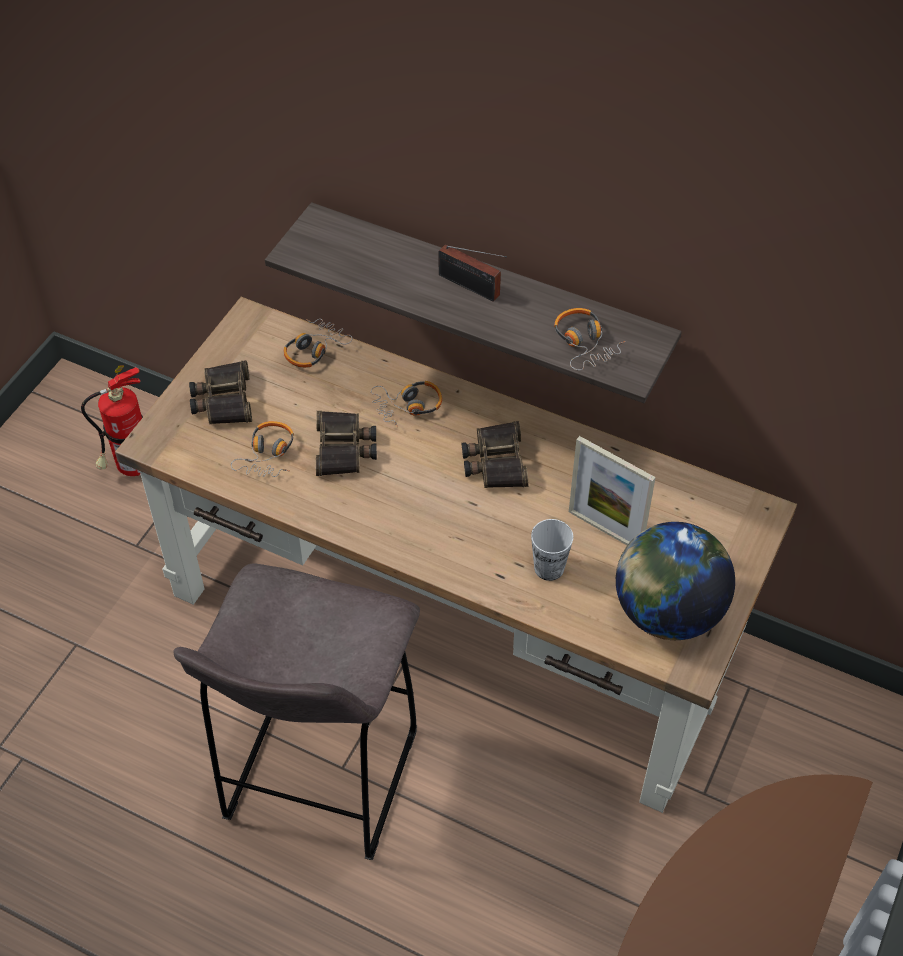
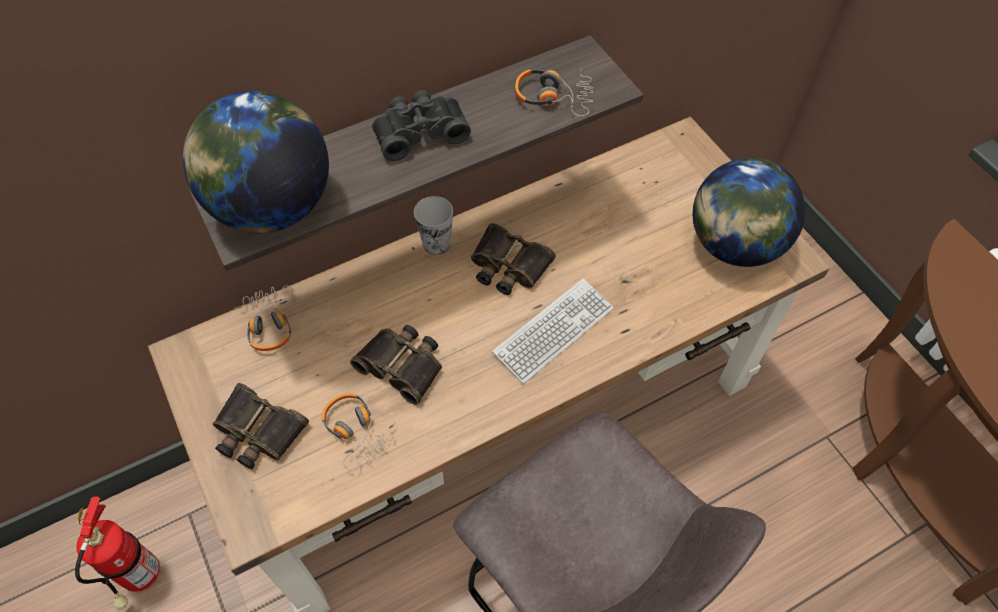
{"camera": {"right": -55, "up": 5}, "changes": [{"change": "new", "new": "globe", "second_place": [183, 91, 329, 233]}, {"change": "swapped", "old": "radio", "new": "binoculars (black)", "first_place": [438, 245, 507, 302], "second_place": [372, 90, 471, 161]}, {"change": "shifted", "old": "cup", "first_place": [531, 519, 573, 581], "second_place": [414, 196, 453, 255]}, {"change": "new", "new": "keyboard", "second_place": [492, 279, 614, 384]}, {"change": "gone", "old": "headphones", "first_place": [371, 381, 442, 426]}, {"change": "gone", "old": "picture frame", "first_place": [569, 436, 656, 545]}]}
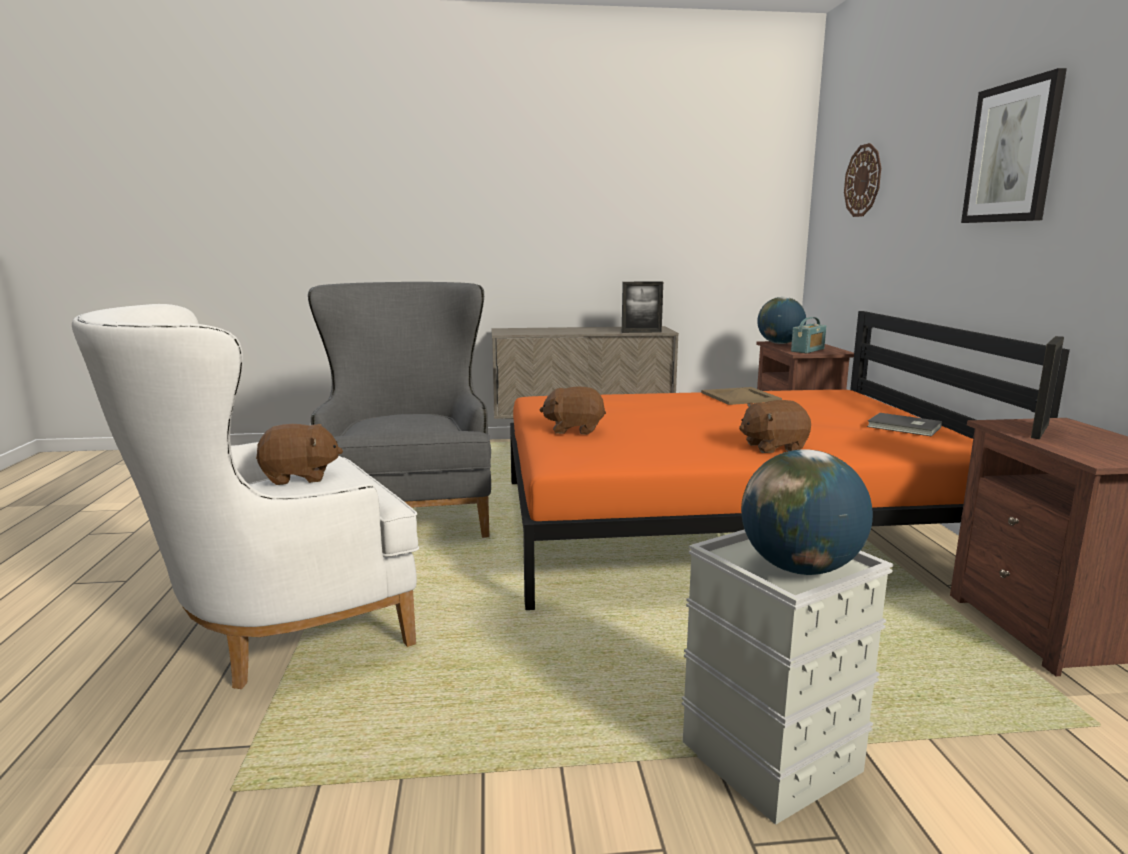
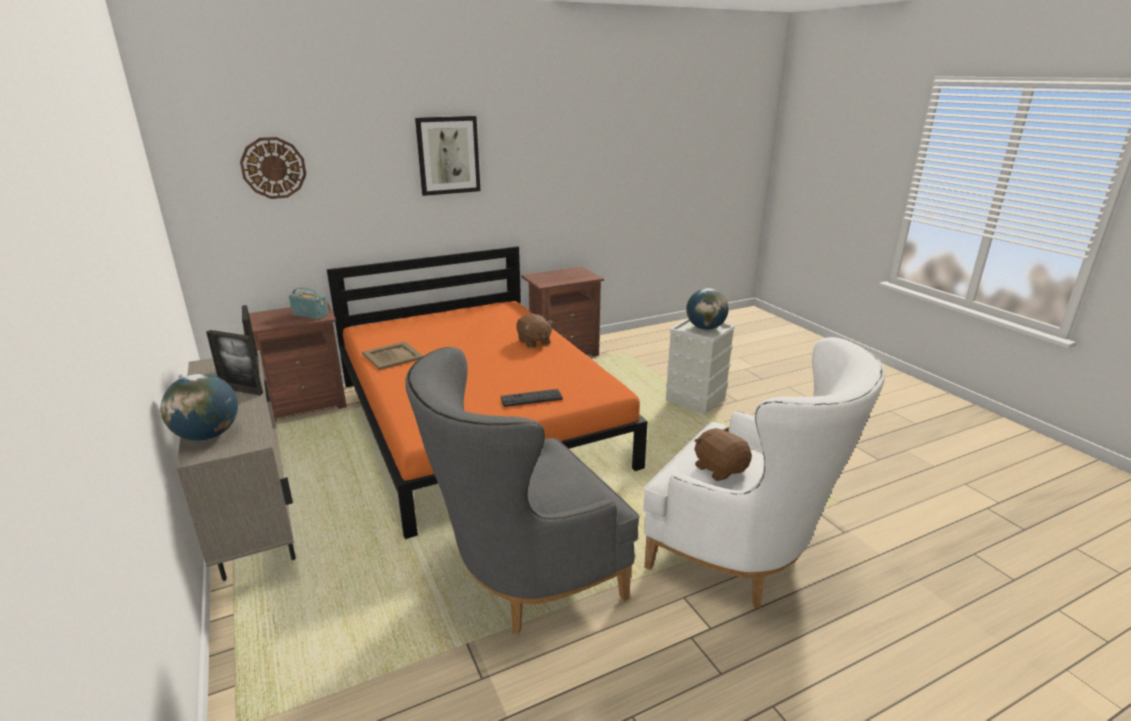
{"camera": {"right": -110, "up": 10}, "changes": [{"change": "shifted", "old": "globe", "first_place": [757, 297, 806, 344], "second_place": [161, 373, 238, 441]}, {"change": "shifted", "old": "picture frame", "first_place": [1031, 336, 1064, 439], "second_place": [206, 330, 263, 396]}, {"change": "swapped", "old": "plush toy (brown)", "new": "keyboard", "first_place": [540, 387, 606, 435], "second_place": [501, 389, 563, 407]}, {"change": "gone", "old": "book (grey)", "first_place": [867, 413, 942, 437]}]}
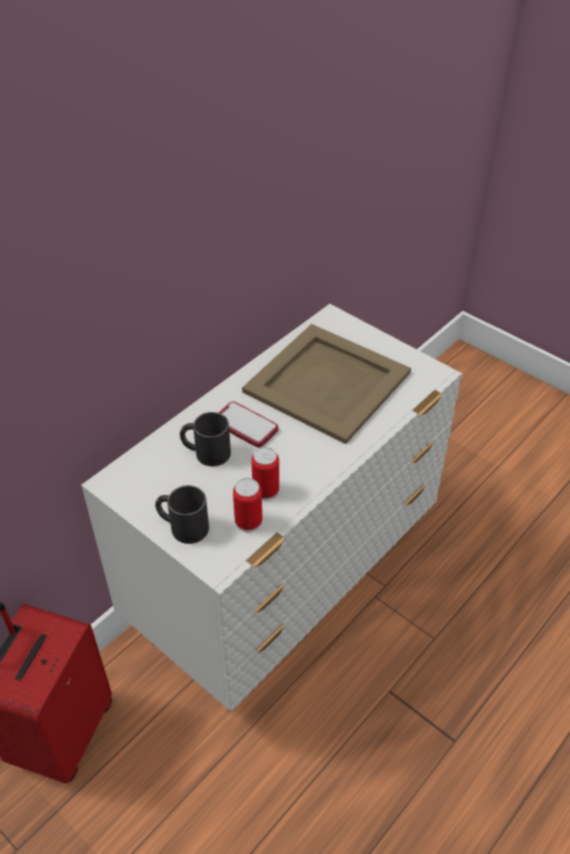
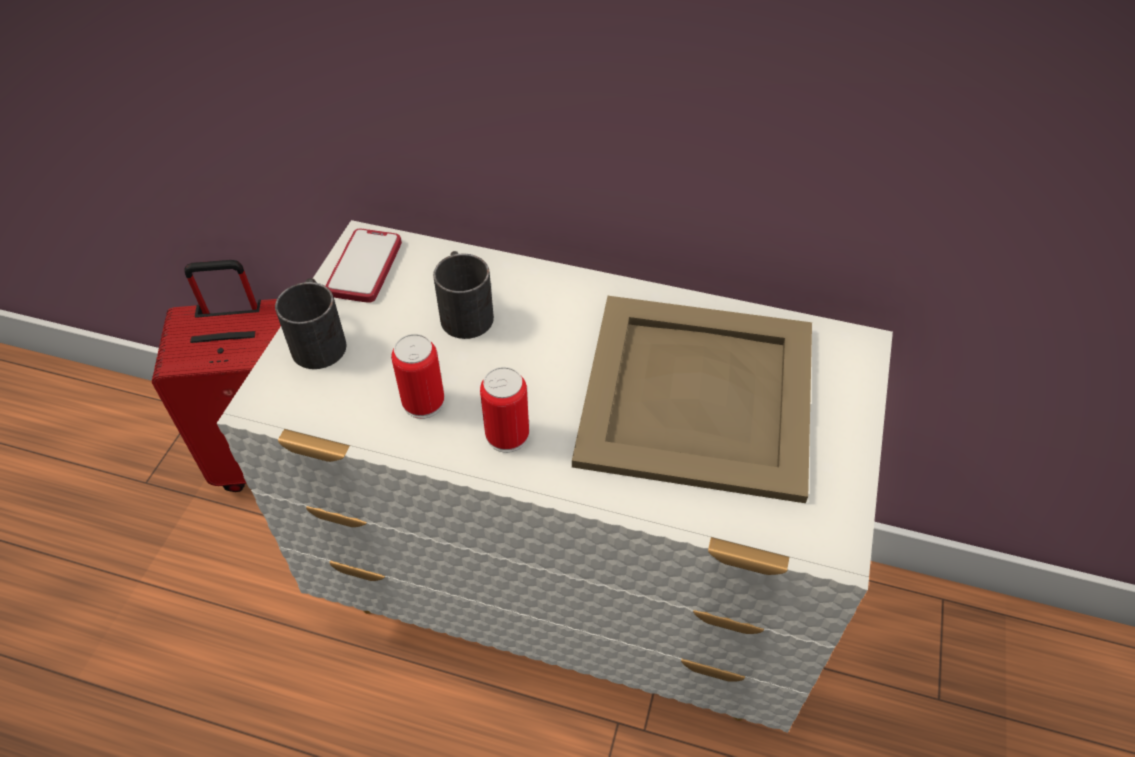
{"camera": {"right": 65, "up": 5}, "changes": [{"change": "shifted", "old": "phone", "first_place": [219, 401, 278, 448], "second_place": [326, 229, 402, 303]}, {"change": "shifted", "old": "can", "first_place": [233, 478, 262, 532], "second_place": [480, 367, 529, 453]}]}
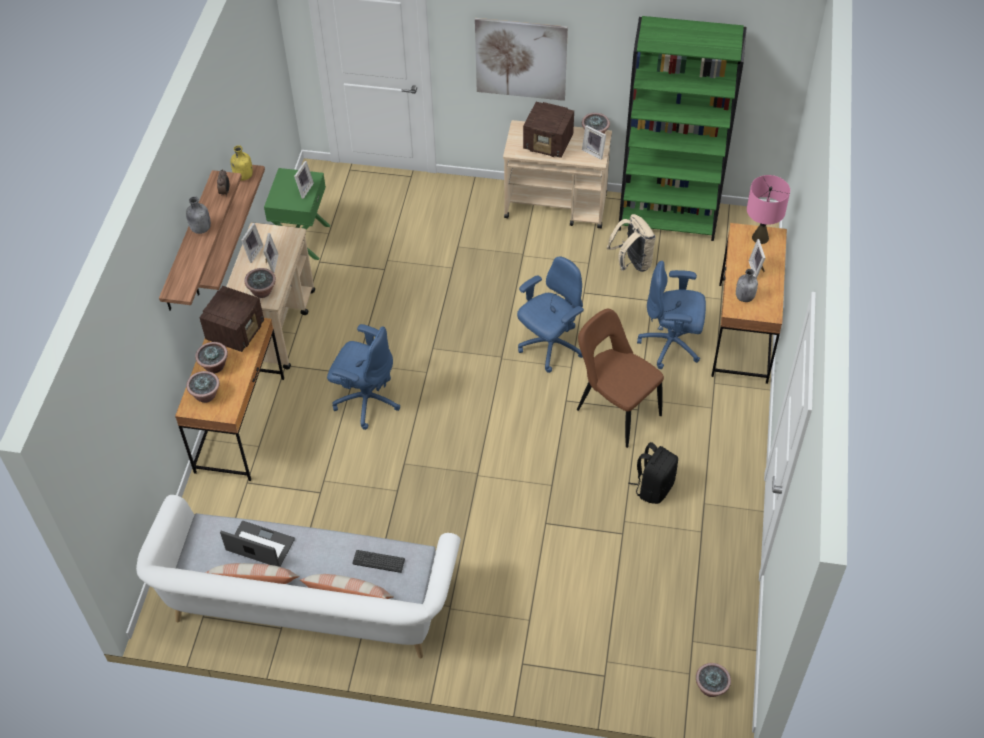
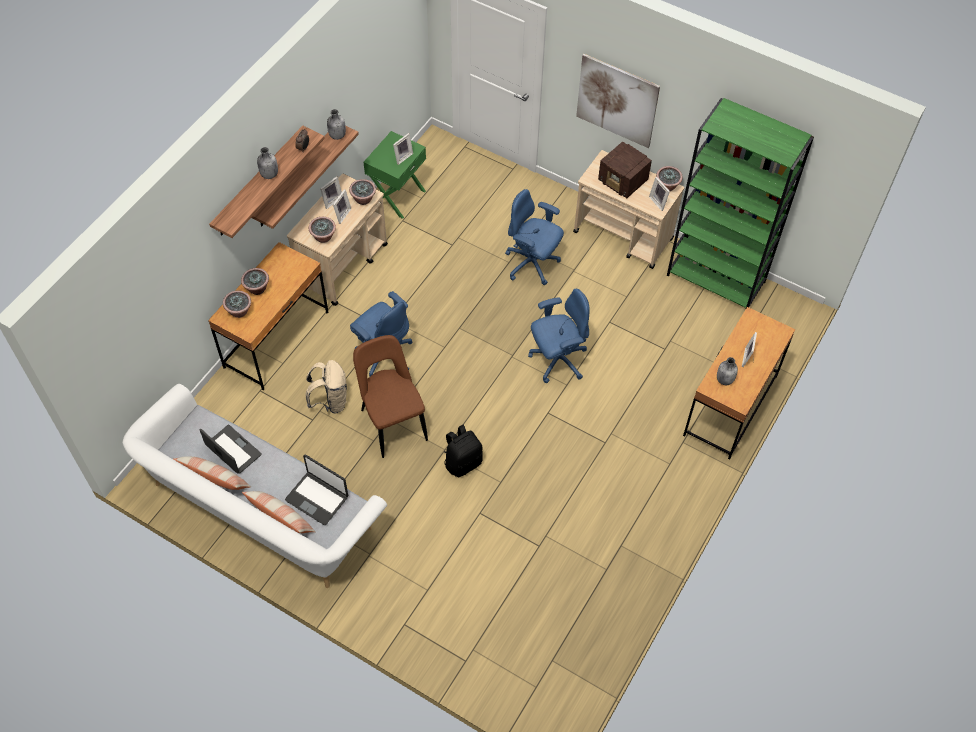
{"camera": {"right": 20, "up": 5}, "changes": [{"change": "swapped", "old": "keyboard", "new": "laptop", "first_place": [353, 550, 405, 573], "second_place": [285, 454, 348, 525]}, {"change": "shifted", "old": "backpack (beige)", "first_place": [607, 214, 656, 272], "second_place": [306, 360, 347, 414]}, {"change": "repainted", "old": "bottle (yellow)", "new": "bottle (grey)", "first_place": [230, 145, 253, 181], "second_place": [327, 109, 346, 140]}, {"change": "shifted", "old": "potted plant", "first_place": [696, 663, 731, 697], "second_place": [349, 179, 376, 205]}, {"change": "shifted", "old": "chair (brown)", "first_place": [577, 309, 664, 448], "second_place": [353, 335, 428, 458]}, {"change": "shifted", "old": "backpack (black)", "first_place": [628, 442, 678, 504], "second_place": [444, 425, 483, 477]}, {"change": "shifted", "old": "office chair (blue)", "first_place": [637, 261, 706, 369], "second_place": [505, 189, 564, 285]}, {"change": "gone", "old": "radio", "first_place": [199, 286, 264, 352]}, {"change": "gone", "old": "table lamp (pink)", "first_place": [747, 175, 790, 244]}]}
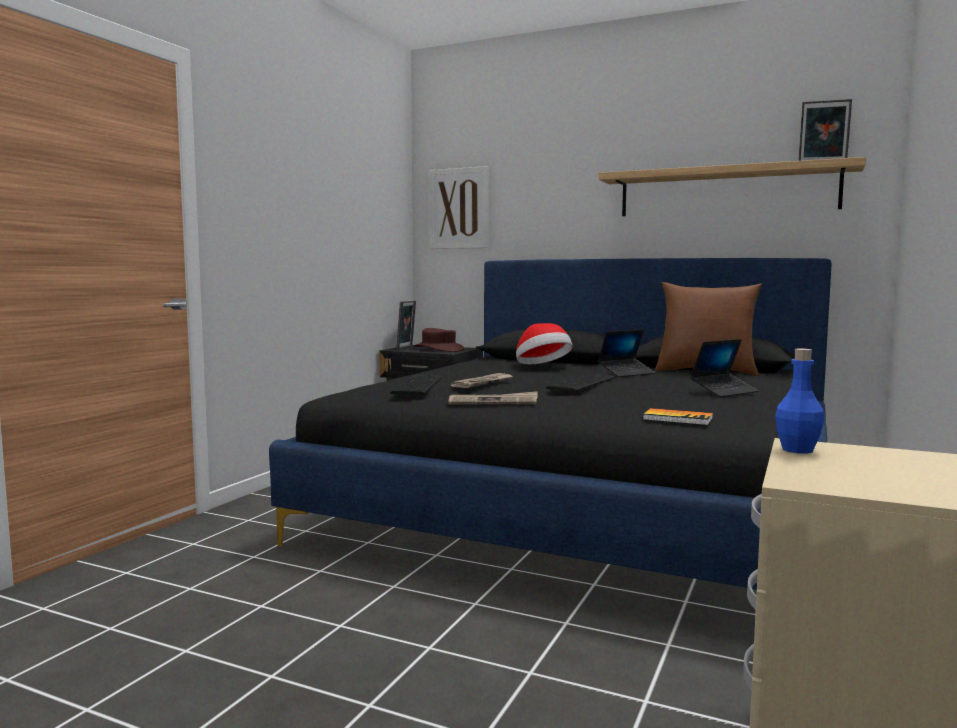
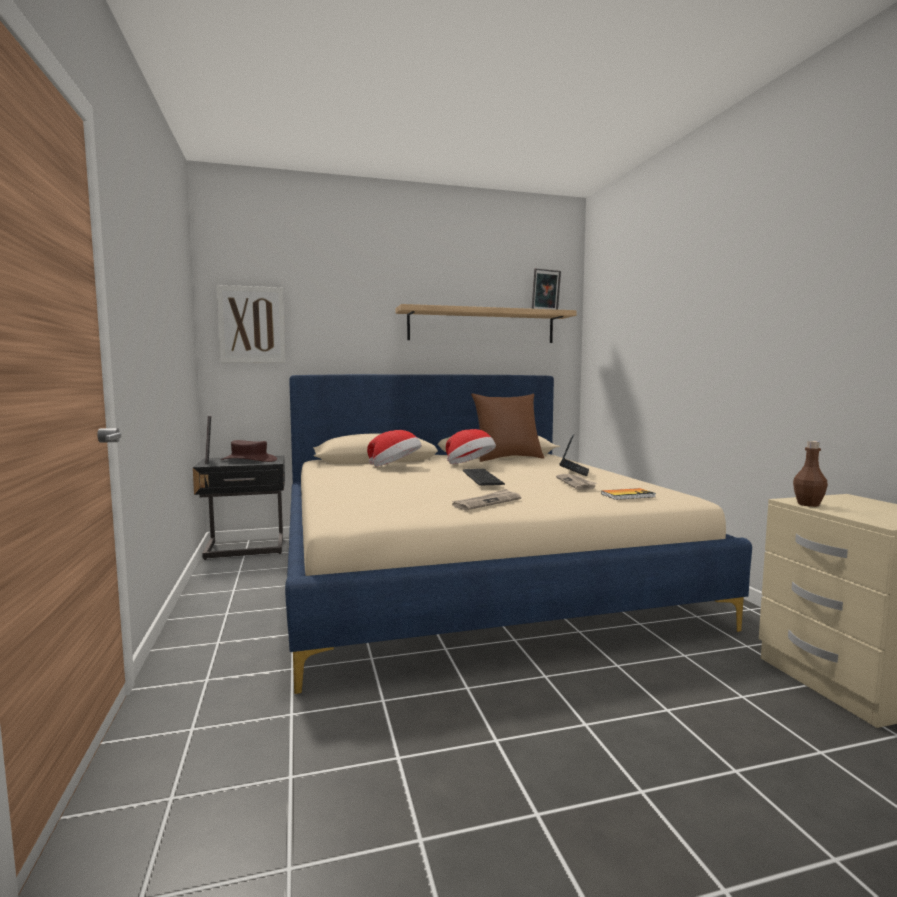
{"camera": {"right": -40, "up": 0}, "changes": [{"change": "repainted", "old": "bed (black)", "new": "bed (beige)", "first_place": [269, 258, 832, 589], "second_place": [285, 374, 752, 694]}, {"change": "swapped", "old": "laptop", "new": "hat", "first_place": [598, 330, 656, 377], "second_place": [446, 429, 496, 464]}, {"change": "shifted", "old": "newspaper", "first_place": [451, 373, 514, 388], "second_place": [556, 474, 597, 490]}, {"change": "repainted", "old": "bottle (blue)", "new": "bottle (brown)", "first_place": [775, 349, 824, 454], "second_place": [793, 441, 828, 507]}, {"change": "gone", "old": "keyboard", "first_place": [390, 375, 442, 395]}]}
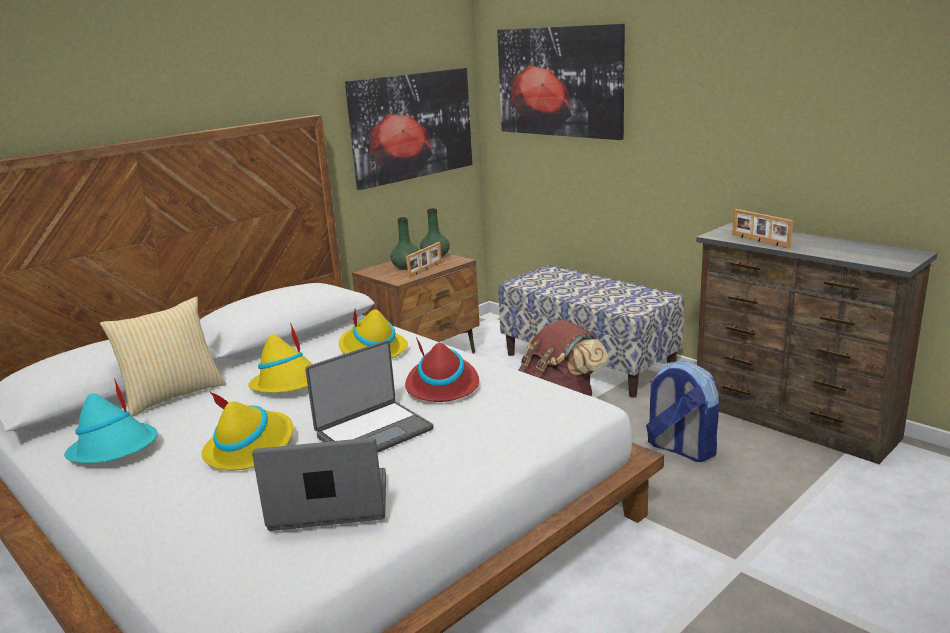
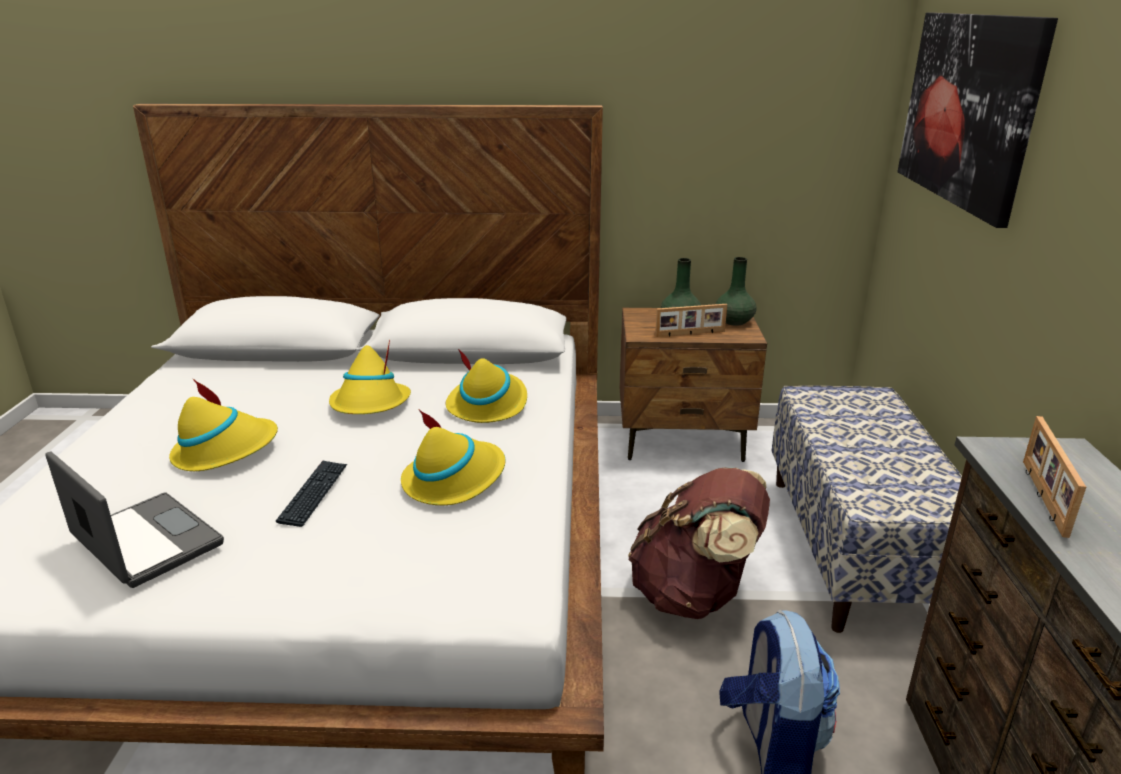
{"camera": {"right": 45, "up": 5}, "changes": [{"change": "swapped", "old": "laptop", "new": "keyboard", "first_place": [305, 340, 434, 453], "second_place": [276, 461, 347, 527]}, {"change": "repainted", "old": "hat (red)", "new": "hat (yellow)", "first_place": [405, 337, 479, 402], "second_place": [401, 410, 505, 505]}, {"change": "gone", "old": "hat (turquoise)", "first_place": [64, 378, 158, 463]}, {"change": "gone", "old": "pillow", "first_place": [100, 296, 226, 417]}, {"change": "gone", "old": "picture", "first_place": [345, 68, 472, 190]}]}
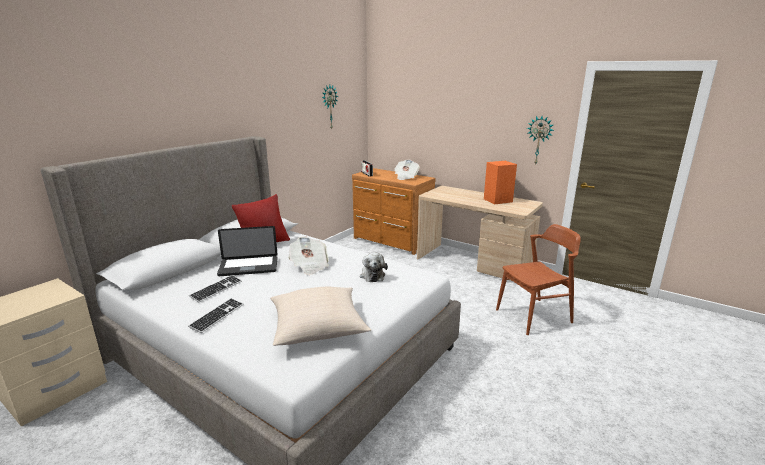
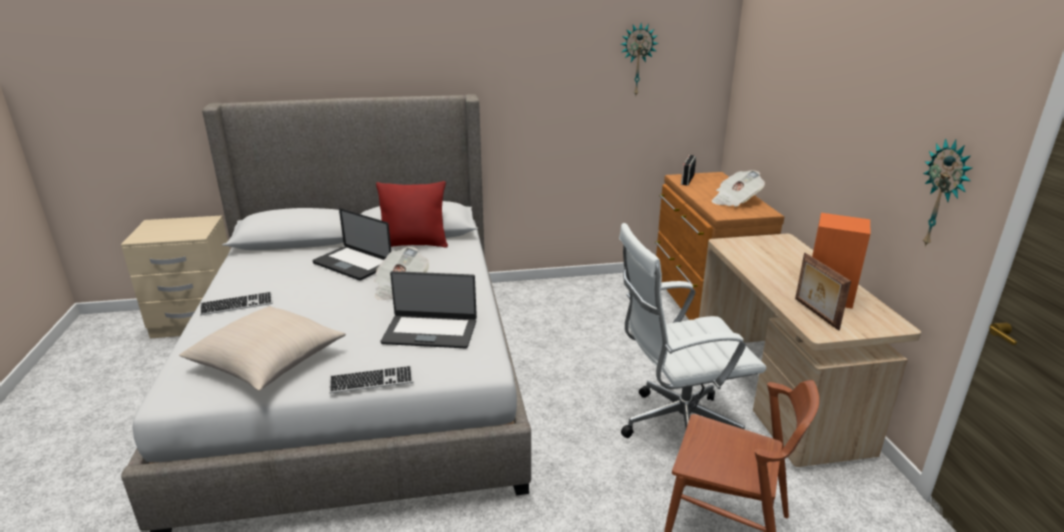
{"camera": {"right": 45, "up": 5}, "changes": [{"change": "shifted", "old": "keyboard", "first_place": [189, 275, 242, 302], "second_place": [329, 365, 413, 394]}, {"change": "swapped", "old": "plush toy", "new": "laptop", "first_place": [360, 252, 388, 282], "second_place": [381, 271, 477, 348]}, {"change": "new", "new": "office chair (white)", "second_place": [619, 223, 766, 438]}, {"change": "new", "new": "picture frame", "second_place": [795, 253, 851, 331]}]}
